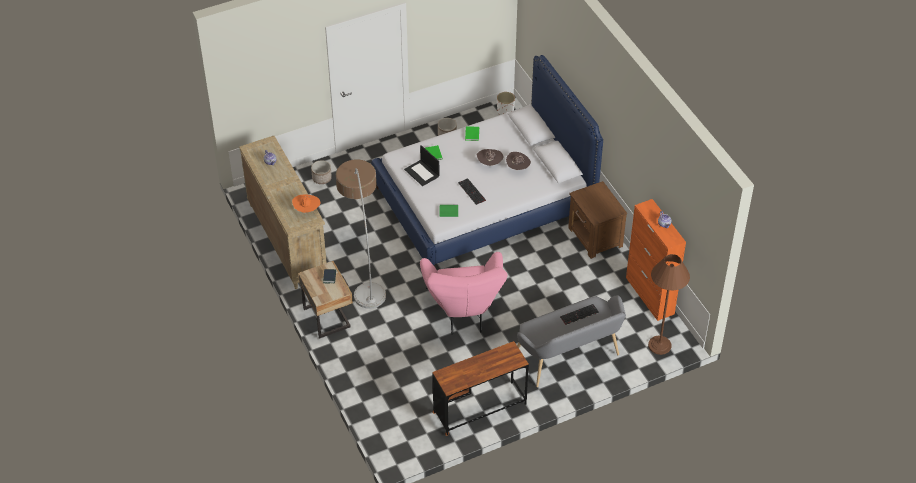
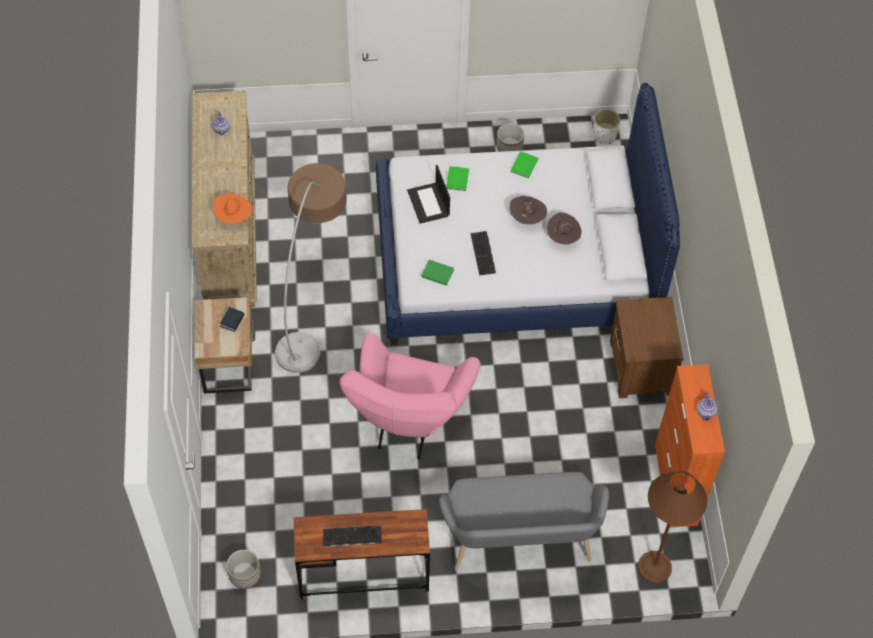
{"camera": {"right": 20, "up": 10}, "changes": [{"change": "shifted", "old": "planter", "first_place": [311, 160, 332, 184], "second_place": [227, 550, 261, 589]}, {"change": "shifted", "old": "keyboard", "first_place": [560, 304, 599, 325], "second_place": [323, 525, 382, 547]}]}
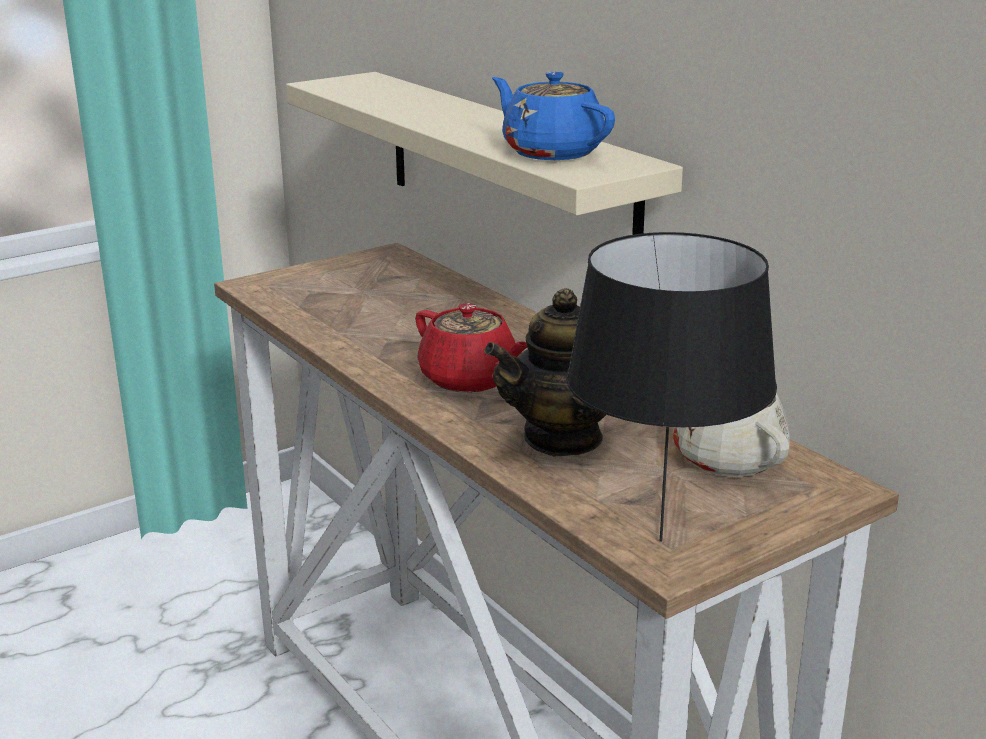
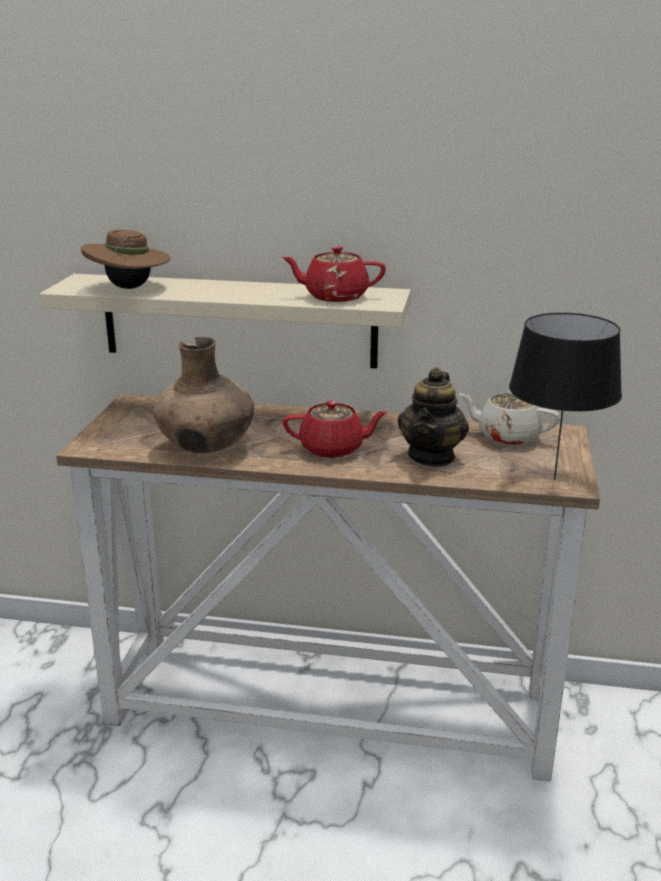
{"camera": {"right": -45, "up": 0}, "changes": [{"change": "new", "new": "hat (brown)", "second_place": [81, 230, 171, 289]}, {"change": "new", "new": "vase (brown)", "second_place": [154, 337, 254, 453]}, {"change": "repainted", "old": "teapot (blue)", "new": "teapot (red)", "first_place": [492, 71, 615, 160], "second_place": [281, 246, 386, 302]}]}
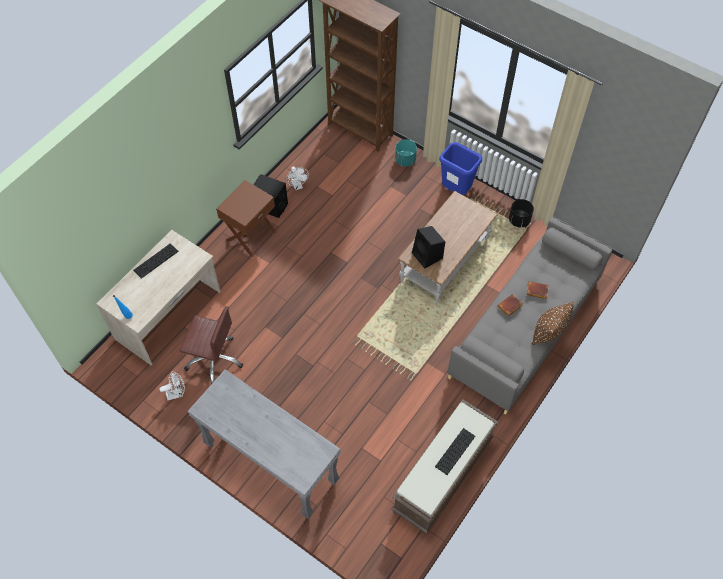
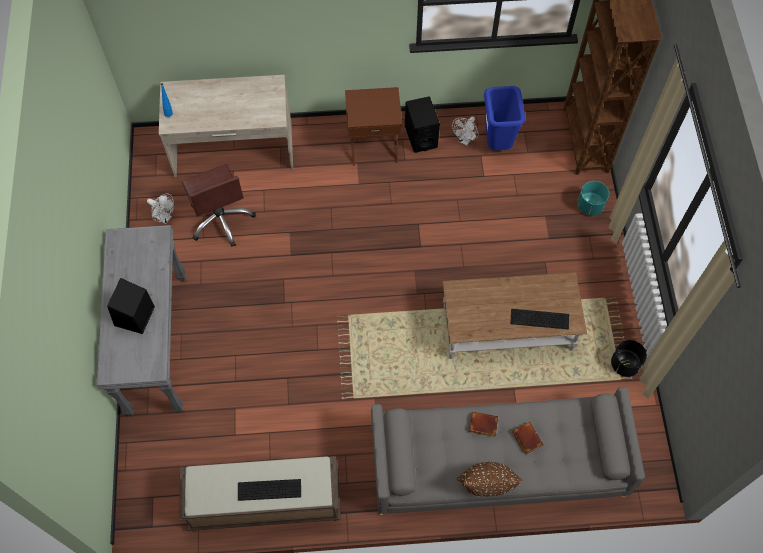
{"camera": {"right": 50, "up": 5}, "changes": [{"change": "shifted", "old": "speaker (black)", "first_place": [412, 226, 445, 268], "second_place": [107, 278, 155, 334]}, {"change": "shifted", "old": "trash can (blue)", "first_place": [439, 142, 482, 195], "second_place": [484, 86, 526, 150]}, {"change": "shifted", "old": "keyboard", "first_place": [133, 243, 179, 279], "second_place": [510, 309, 569, 329]}]}
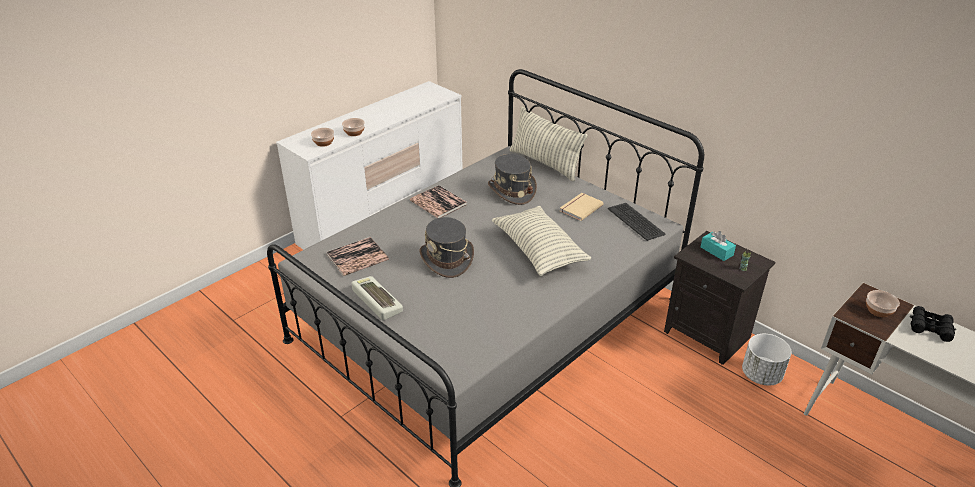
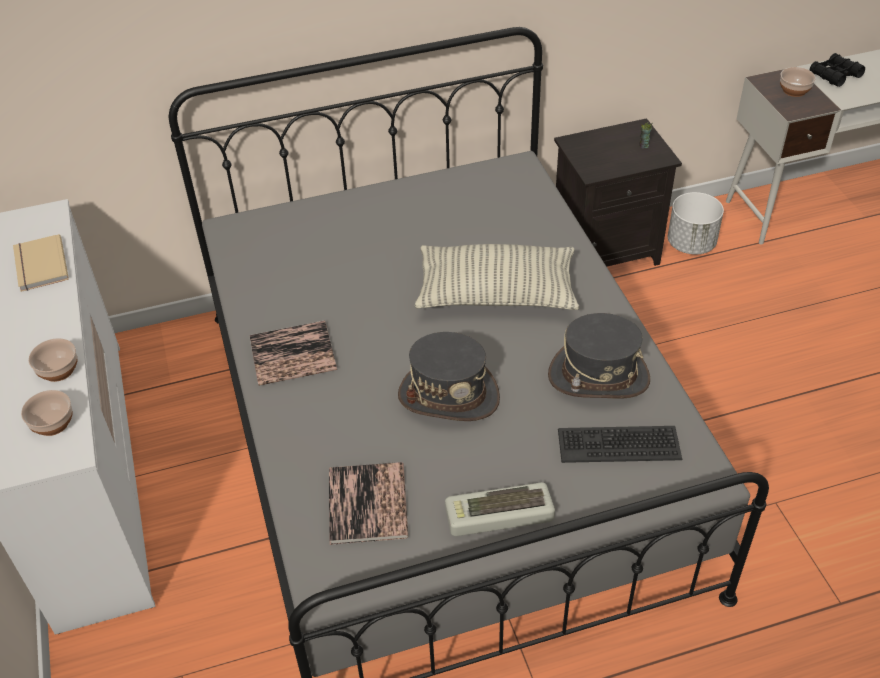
{"camera": {"right": -60, "up": 10}, "changes": [{"change": "shifted", "old": "book (beige)", "first_place": [560, 193, 604, 221], "second_place": [13, 234, 69, 292]}, {"change": "shifted", "old": "hat (grey)", "first_place": [488, 154, 537, 205], "second_place": [548, 313, 650, 399]}, {"change": "shifted", "old": "keyboard", "first_place": [608, 203, 666, 241], "second_place": [558, 426, 682, 463]}, {"change": "gone", "old": "pillow", "first_place": [510, 107, 588, 181]}, {"change": "gone", "old": "tissue box (turquoise)", "first_place": [701, 231, 736, 261]}]}
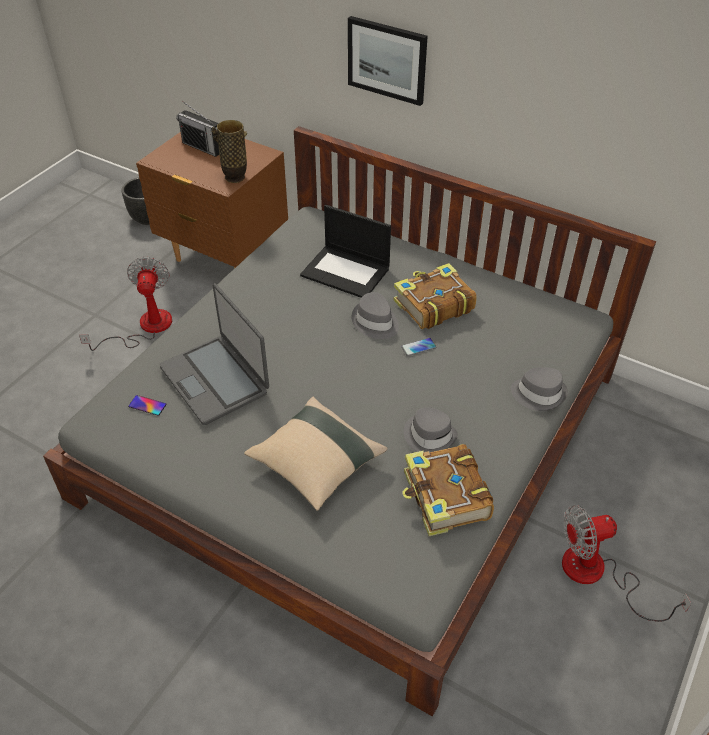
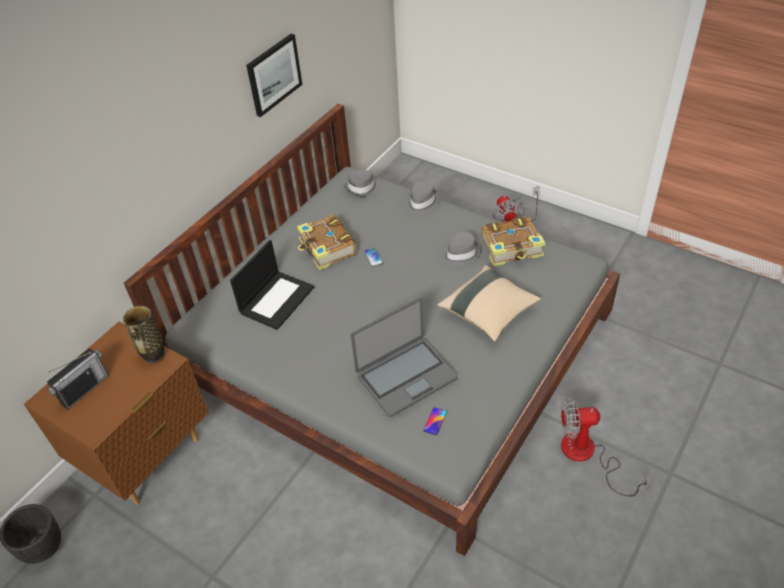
{"camera": {"right": -85, "up": 0}, "changes": [{"change": "shifted", "old": "picture", "first_place": [348, 16, 428, 106], "second_place": [246, 34, 302, 117]}, {"change": "shifted", "old": "hat (grey)", "first_place": [351, 292, 399, 339], "second_place": [344, 170, 379, 197]}, {"change": "shifted", "old": "fan", "first_place": [79, 257, 172, 351], "second_place": [561, 396, 650, 497]}]}
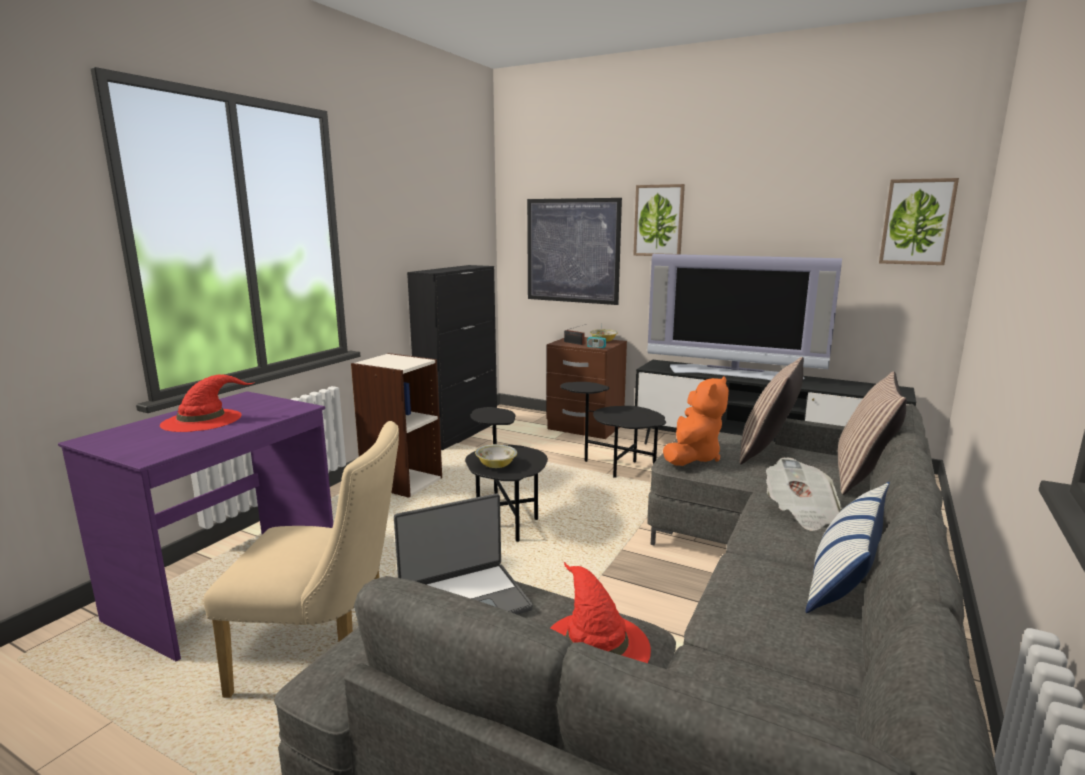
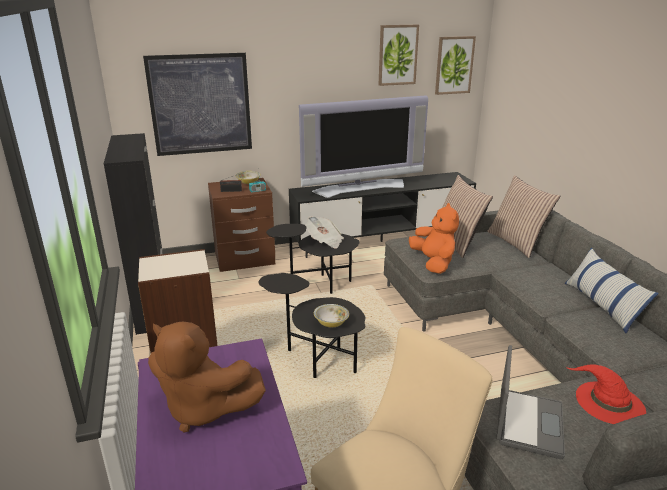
{"camera": {"right": -45, "up": 10}, "changes": [{"change": "swapped", "old": "hat (red)", "new": "plush toy (brown)", "first_place": [160, 374, 255, 432], "second_place": [148, 322, 266, 432]}, {"change": "shifted", "old": "newspaper", "first_place": [766, 457, 842, 531], "second_place": [305, 216, 344, 249]}, {"change": "shifted", "old": "picture", "first_place": [633, 184, 685, 256], "second_place": [379, 25, 419, 86]}]}
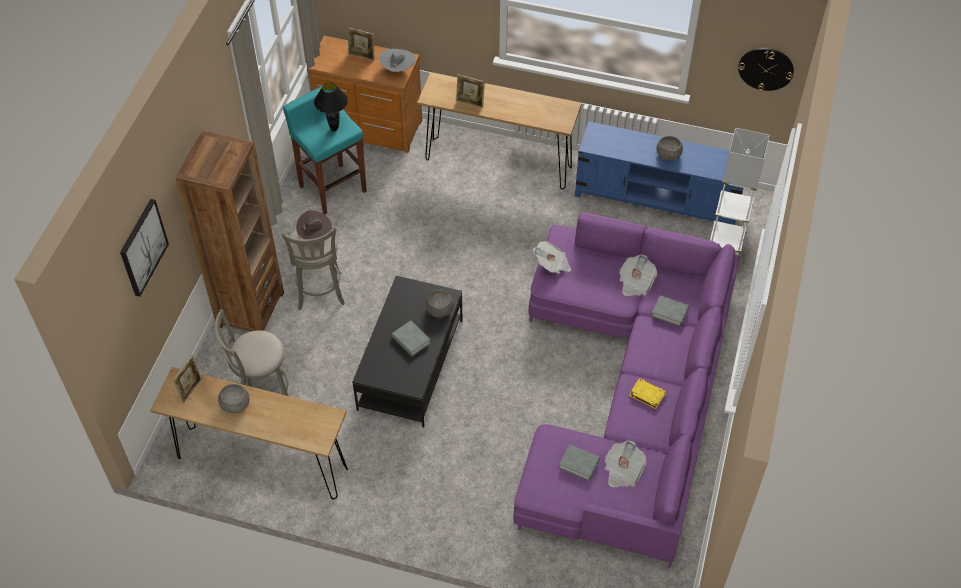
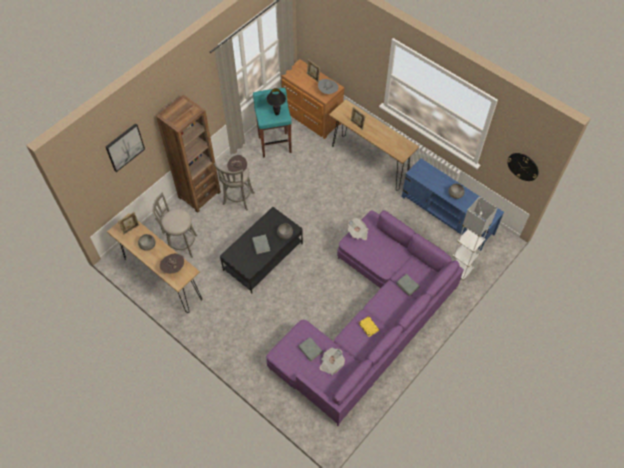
{"camera": {"right": 25, "up": 5}, "changes": [{"change": "new", "new": "hat (brown)", "second_place": [160, 253, 184, 274]}, {"change": "gone", "old": "newspaper", "first_place": [619, 255, 657, 296]}]}
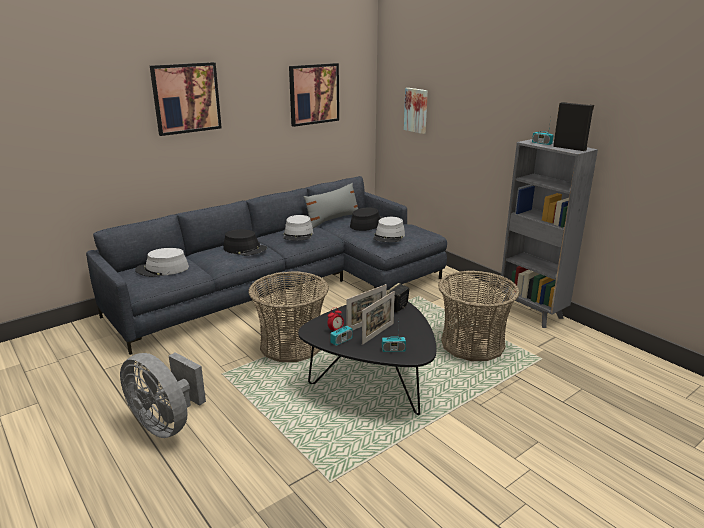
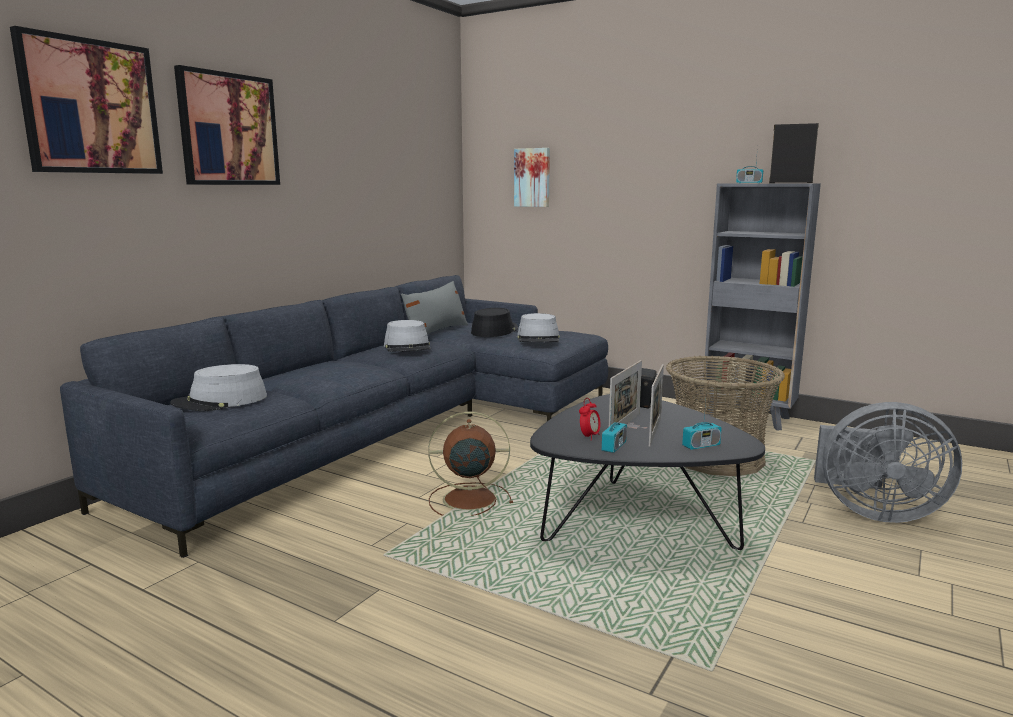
{"camera": {"right": -20, "up": -10}, "changes": [{"change": "shifted", "old": "picture", "first_place": [289, 63, 339, 127], "second_place": [10, 26, 163, 174]}, {"change": "swapped", "old": "basket", "new": "fan (brown)", "first_place": [248, 271, 329, 362], "second_place": [428, 411, 513, 516]}, {"change": "shifted", "old": "fan (grey)", "first_place": [120, 353, 206, 438], "second_place": [814, 402, 962, 523]}, {"change": "gone", "old": "hat (black)", "first_place": [223, 229, 267, 256]}]}
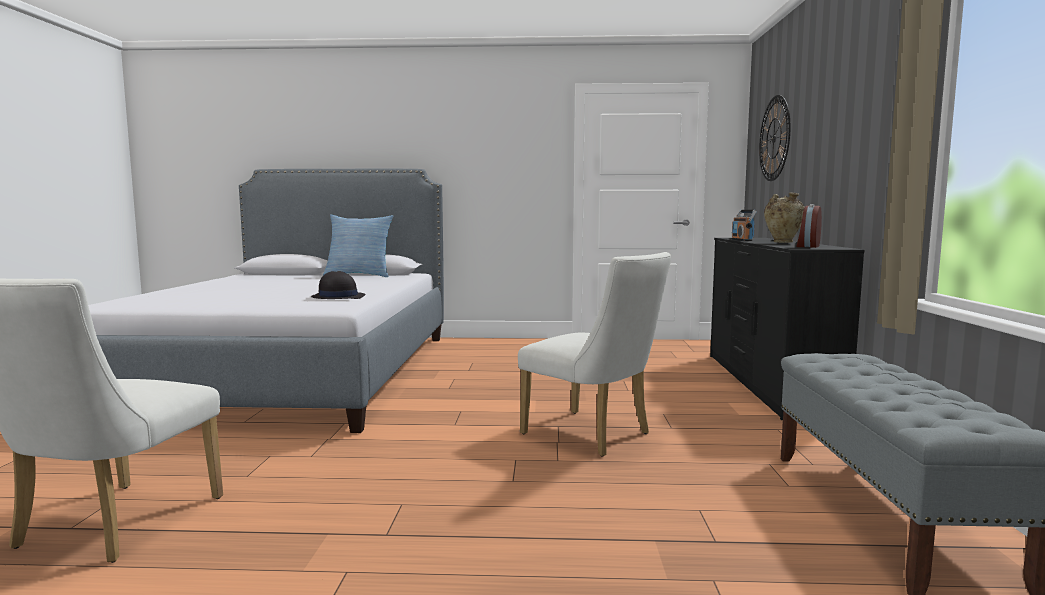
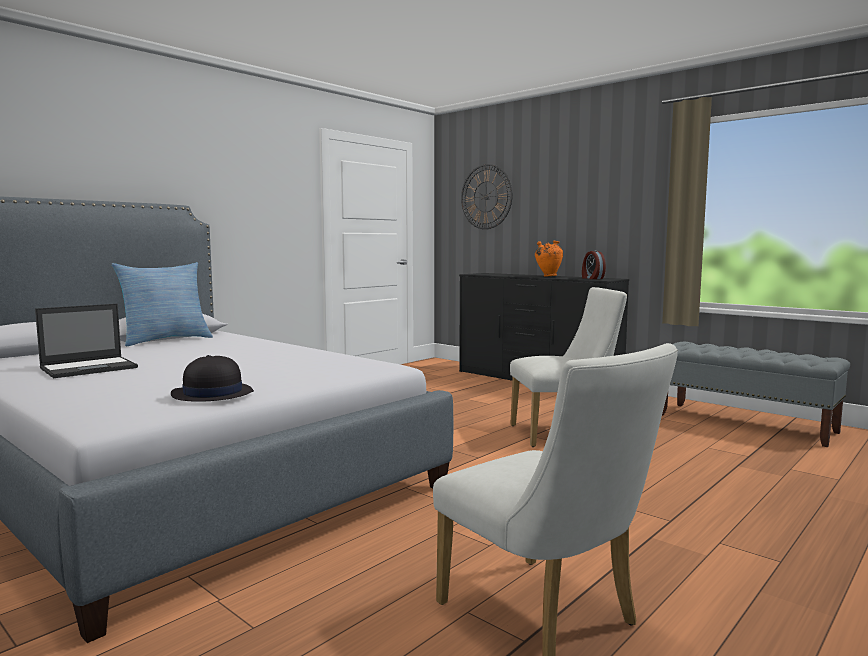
{"camera": {"right": -50, "up": 0}, "changes": [{"change": "new", "new": "laptop", "second_place": [35, 304, 138, 378]}, {"change": "shifted", "old": "hat (black)", "first_place": [311, 271, 366, 299], "second_place": [171, 355, 254, 402]}, {"change": "repainted", "old": "vase (beige)", "new": "vase (orange)", "first_place": [764, 192, 805, 243], "second_place": [535, 241, 563, 277]}, {"change": "gone", "old": "radio", "first_place": [731, 210, 757, 241]}]}
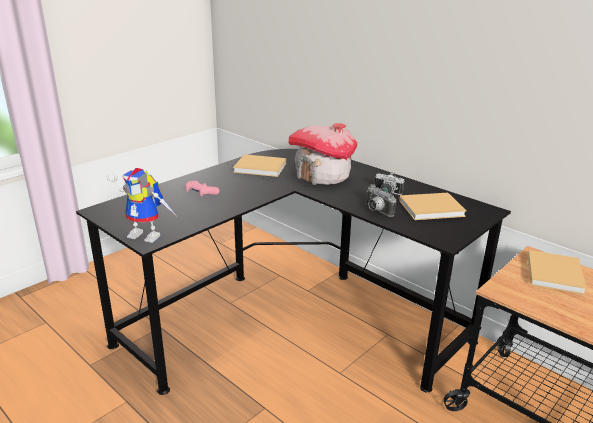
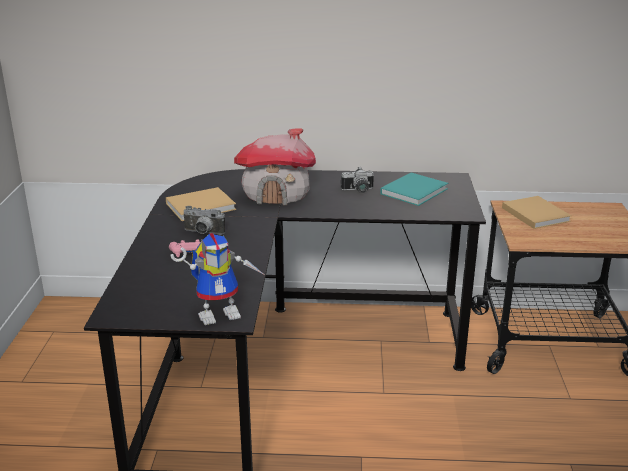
{"camera": {"right": -40, "up": 0}, "changes": [{"change": "shifted", "old": "photo camera", "first_place": [366, 184, 397, 217], "second_place": [182, 206, 225, 235]}, {"change": "repainted", "old": "book (beige)", "new": "book (turquoise)", "first_place": [399, 193, 466, 220], "second_place": [380, 173, 448, 206]}]}
